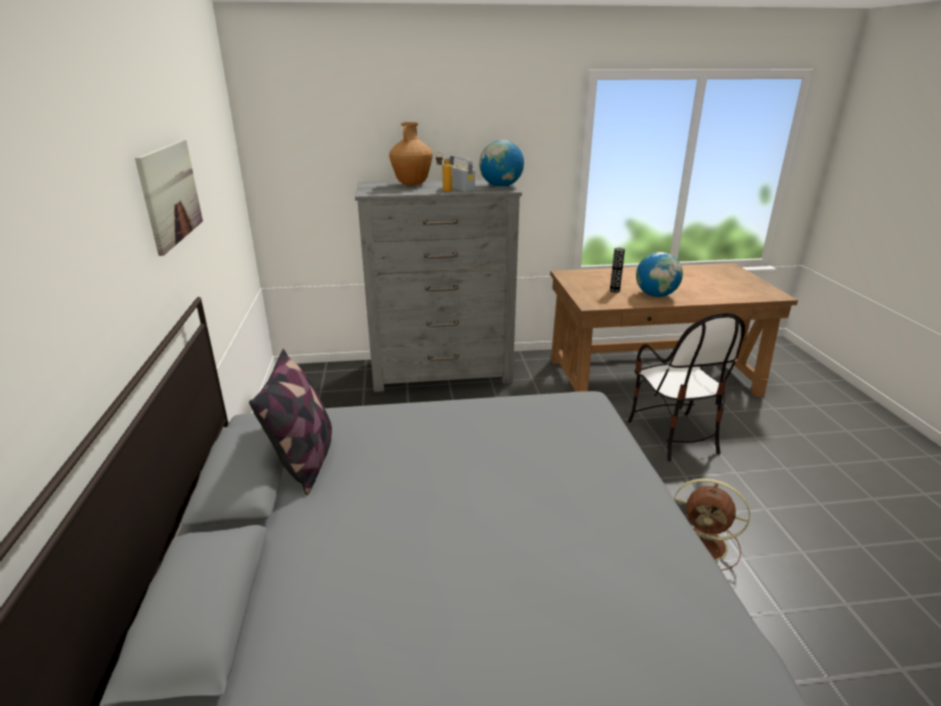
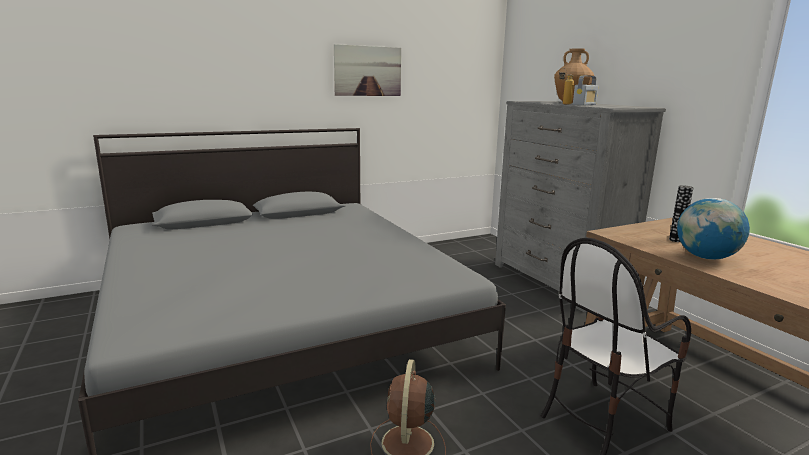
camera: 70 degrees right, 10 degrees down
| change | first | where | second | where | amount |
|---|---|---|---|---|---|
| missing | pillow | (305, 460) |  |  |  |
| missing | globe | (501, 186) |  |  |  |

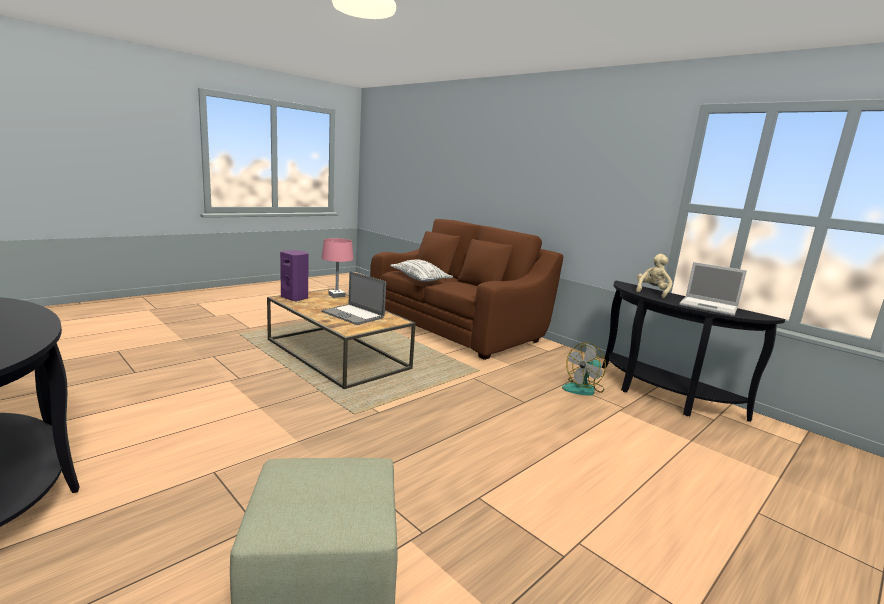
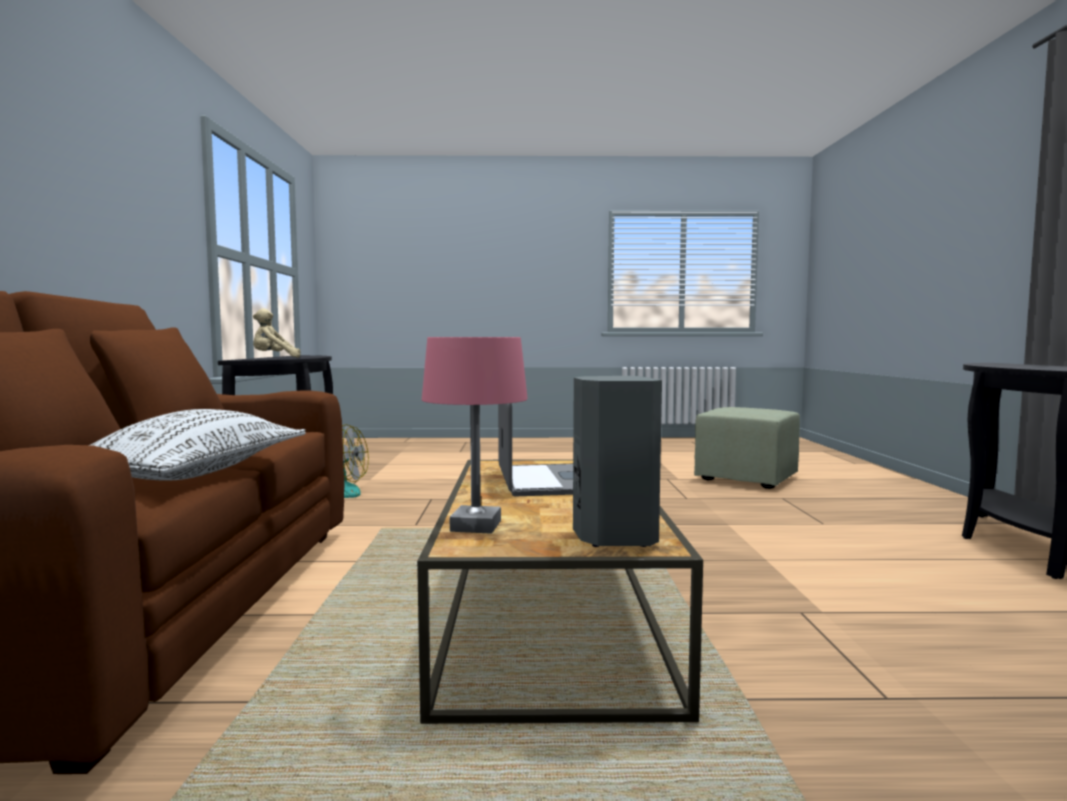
camera: 135 degrees left, 10 degrees down
| change | first | where | second | where | amount |
|---|---|---|---|---|---|
| colour | purple speaker | (295, 298) | grey speaker | (612, 537) |  |
| missing | laptop | (709, 306) |  |  |  |

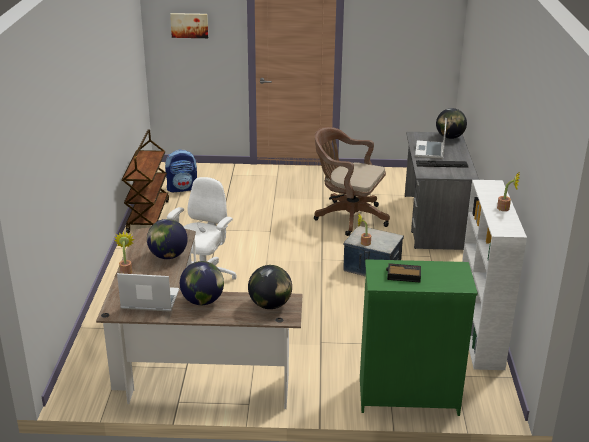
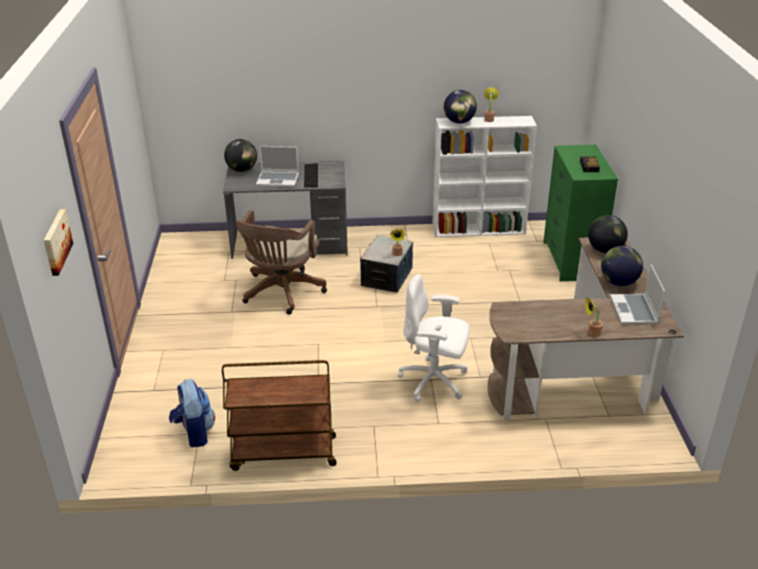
camera: 95 degrees left, 5 degrees up
| change | first | where | second | where | amount |
|---|---|---|---|---|---|
| relocated | globe | (168, 256) |  | (459, 122) |  |

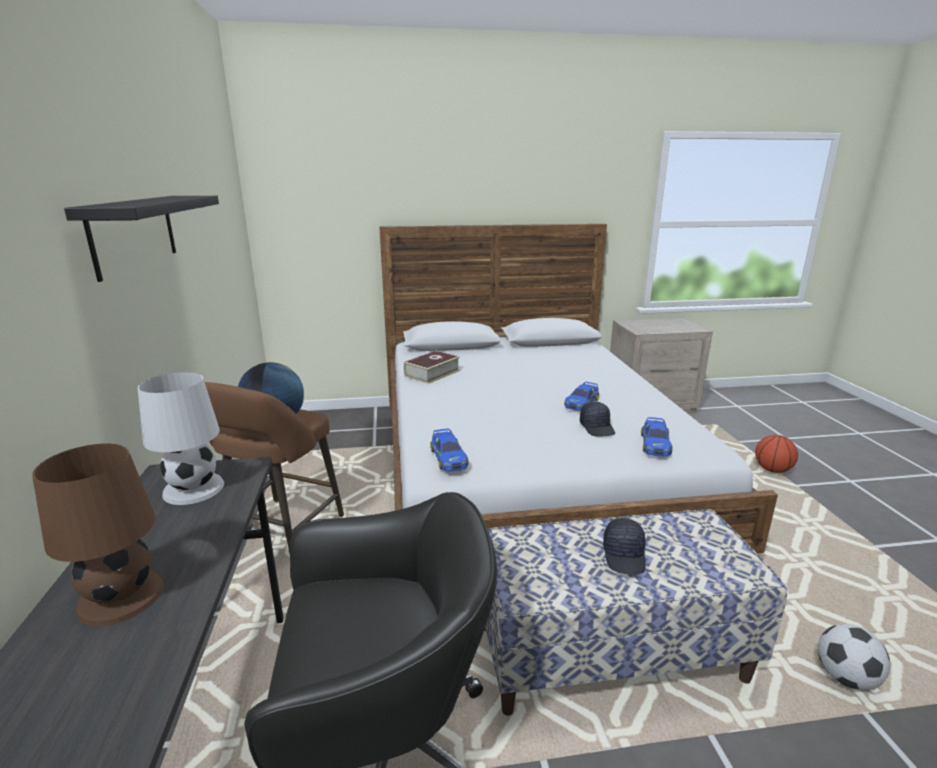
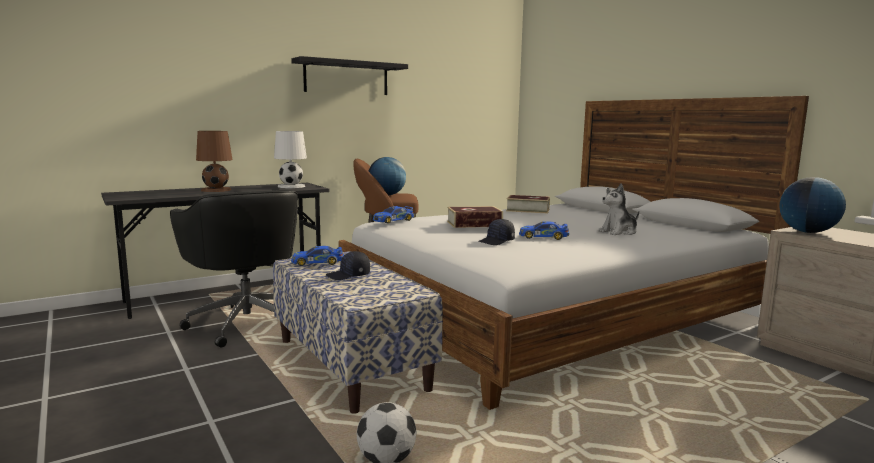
camera: 65 degrees right, 10 degrees down
| change | first | where | second | where | amount |
|---|---|---|---|---|---|
| relocated | toy car | (655, 444) |  | (317, 262) |  |
| appeared |  |  | book | (474, 224) |  |
| appeared |  |  | plush toy | (619, 232) |  |
| appeared |  |  | globe | (807, 232) |  |
| missing | basketball | (772, 470) |  |  |  |

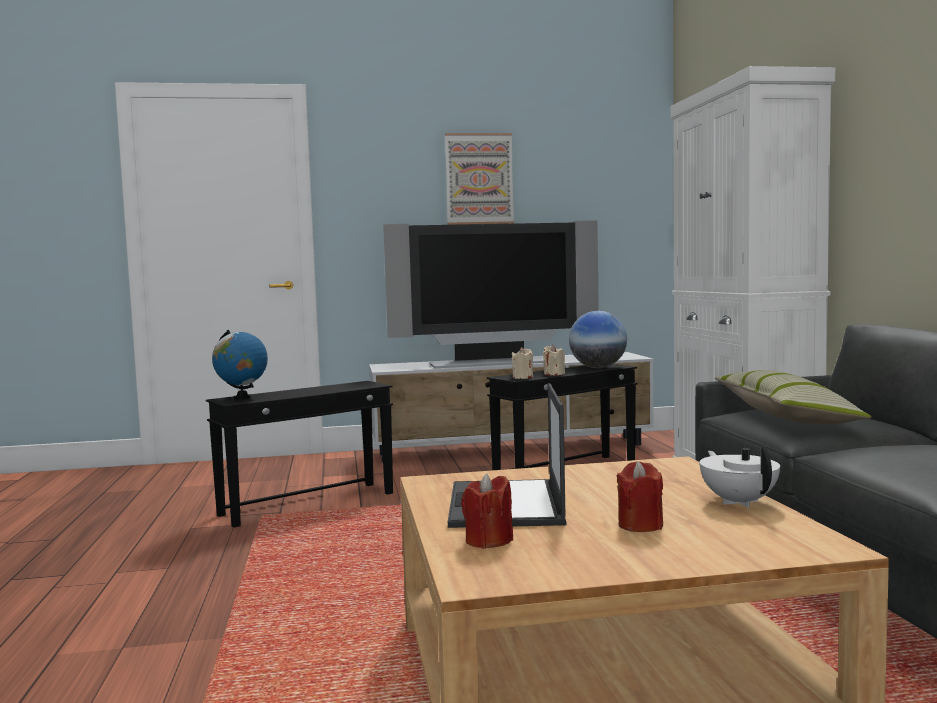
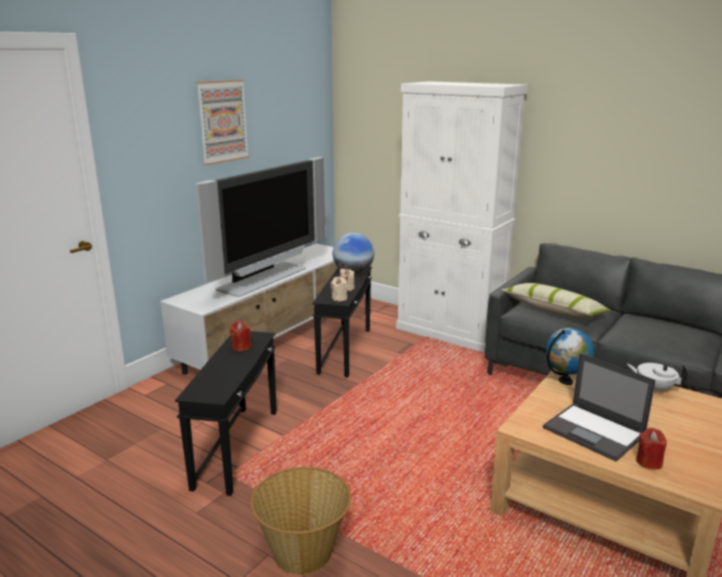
camera: 45 degrees left, 15 degrees up
| change | first | where | second | where | amount |
|---|---|---|---|---|---|
| relocated | red candle | (640, 525) |  | (241, 347) |  |
| appeared |  |  | basket | (303, 553) |  |
| relocated | globe | (242, 397) |  | (565, 381) |  |

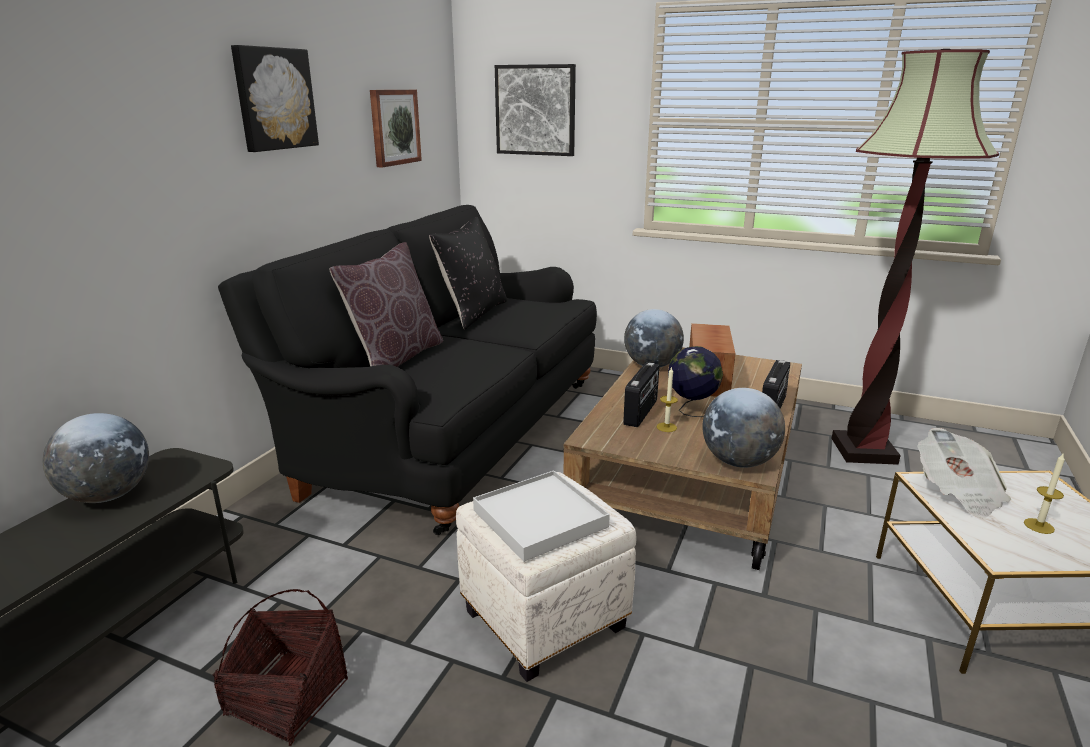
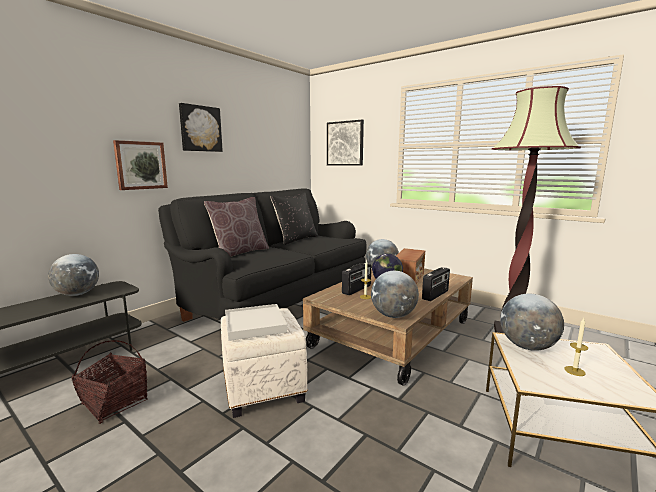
camera: 15 degrees right, 10 degrees down
| change | first | where | second | where | amount |
|---|---|---|---|---|---|
| relocated | picture | (394, 127) |  | (140, 165) |  |
| exchanged | newspaper | (958, 493) | globe | (527, 347) |  |

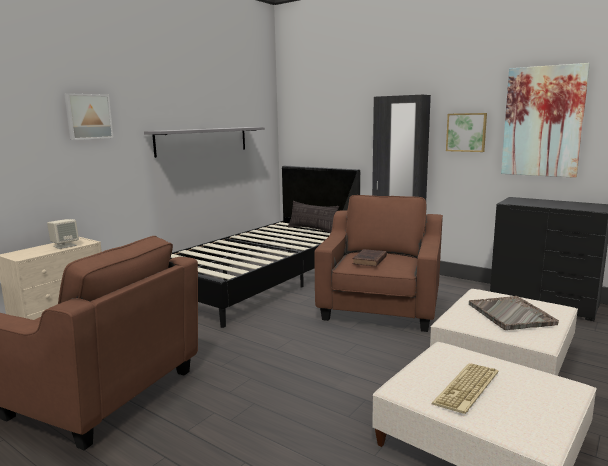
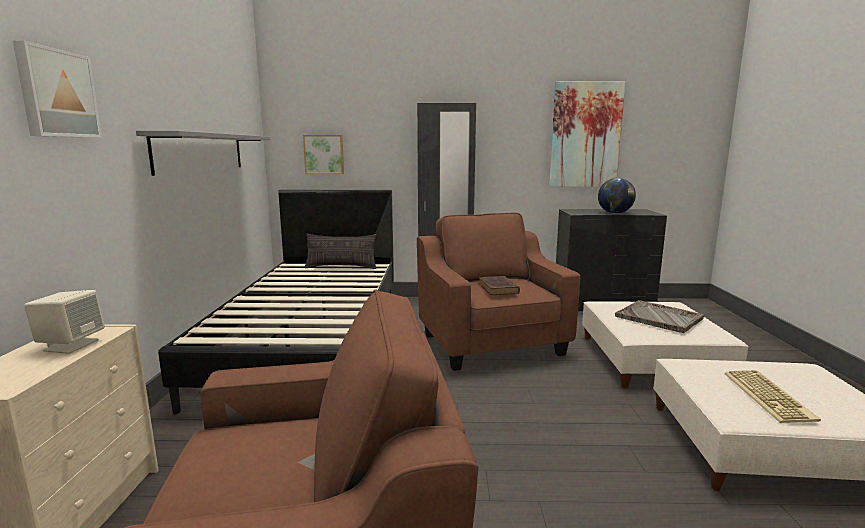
camera: 35 degrees left, 0 degrees up
| change | first | where | second | where | amount |
|---|---|---|---|---|---|
| relocated | picture | (466, 132) |  | (324, 154) |  |
| appeared |  |  | globe | (615, 213) |  |

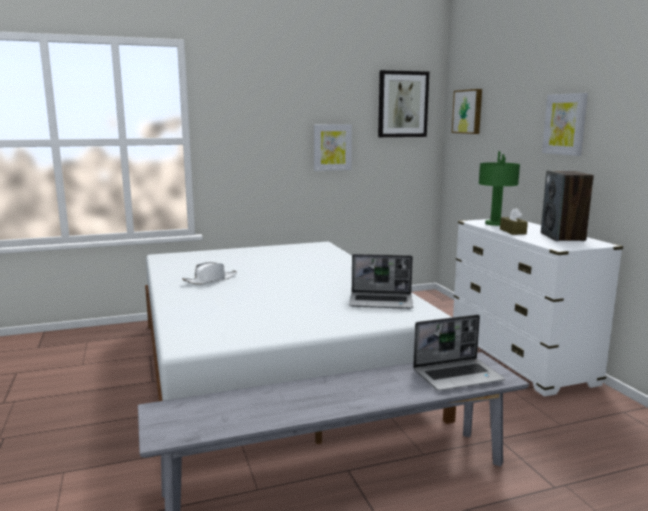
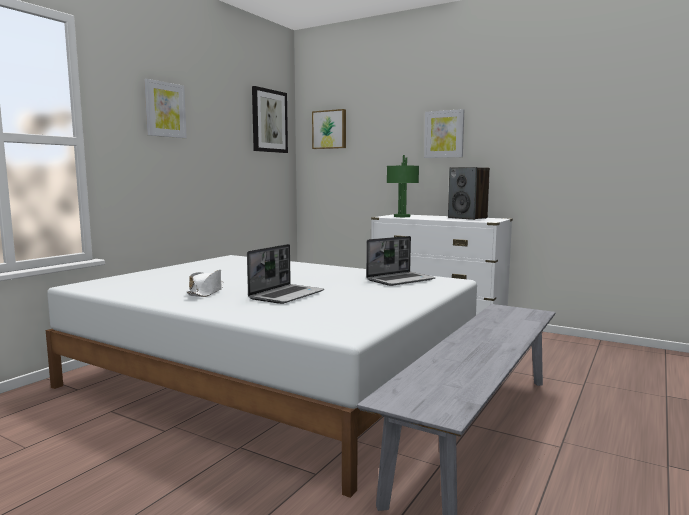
camera: 40 degrees left, 5 degrees down
| change | first | where | second | where | amount |
|---|---|---|---|---|---|
| relocated | picture | (332, 147) |  | (165, 109) |  |
| relocated | laptop | (458, 375) |  | (287, 295) |  |
| missing | brown tissue box | (512, 231) |  |  |  |

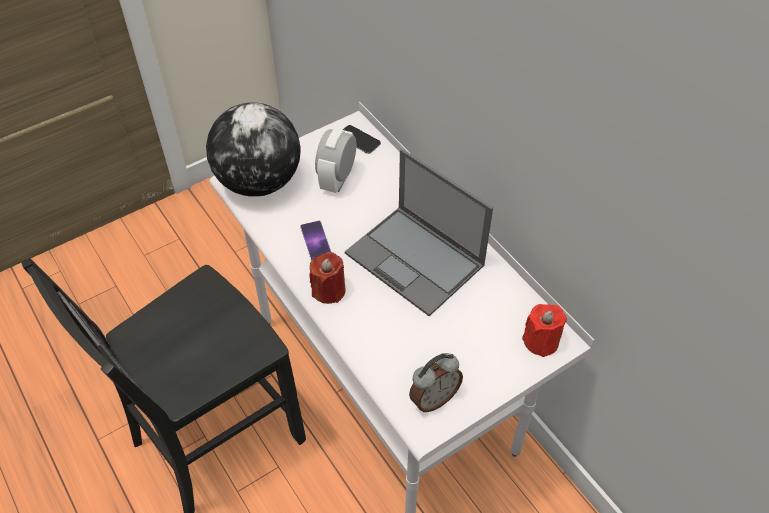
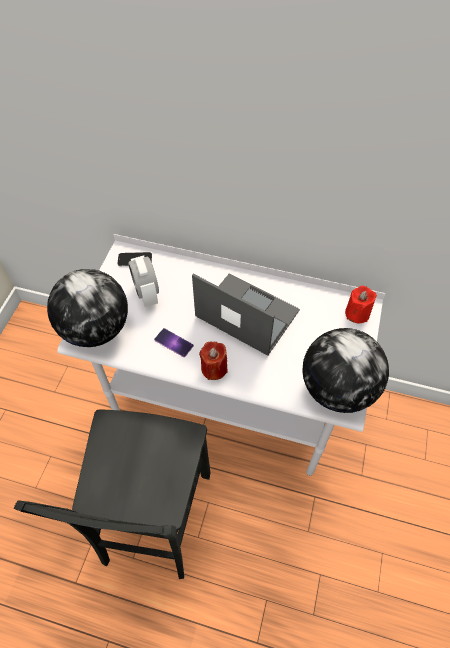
camera: 40 degrees left, 5 degrees up
| change | first | where | second | where | amount |
|---|---|---|---|---|---|
| spun | laptop | (416, 260) |  | (246, 313) | 150 degrees counterclockwise |
| exchanged | alarm clock | (433, 398) | globe | (337, 388) |  |

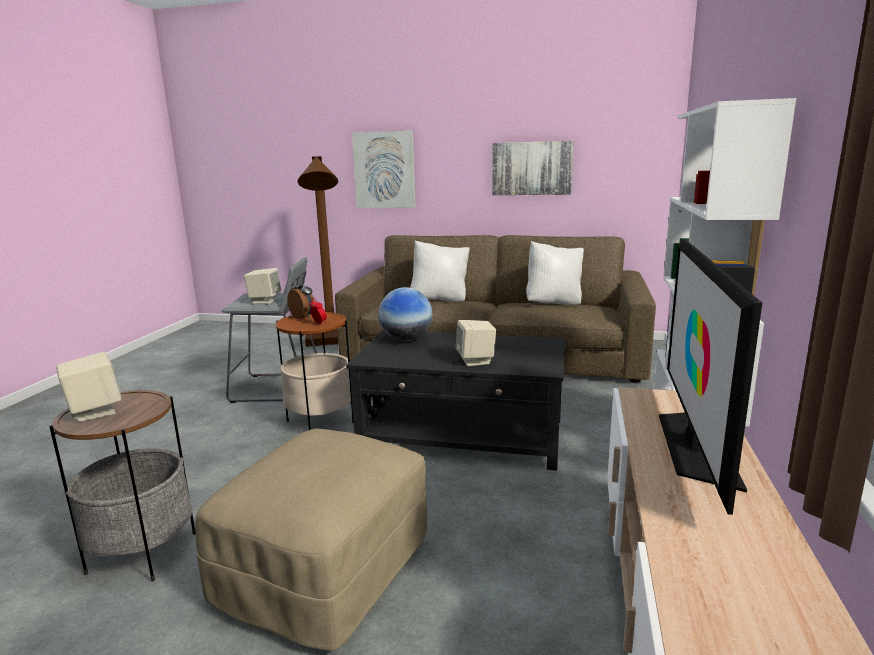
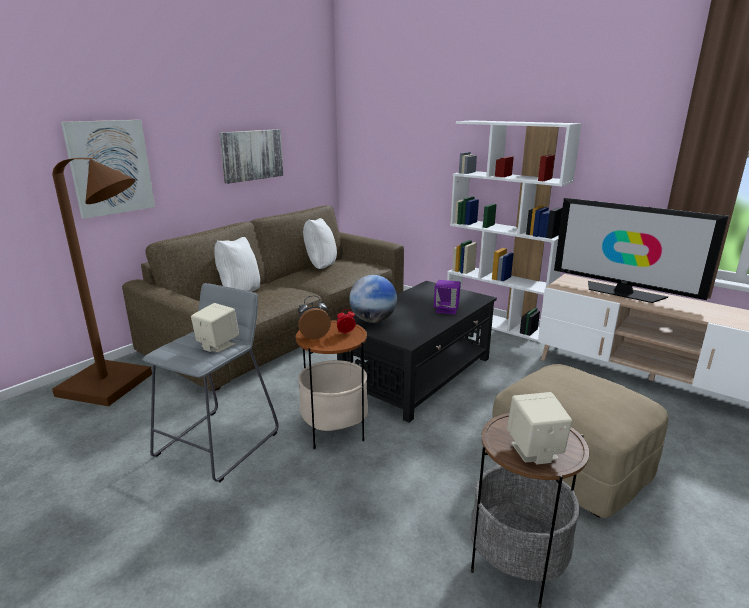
camera: 65 degrees left, 5 degrees up
| change | first | where | second | where | amount |
|---|---|---|---|---|---|
| colour | beige speaker | (476, 360) | purple speaker | (446, 310) |  |

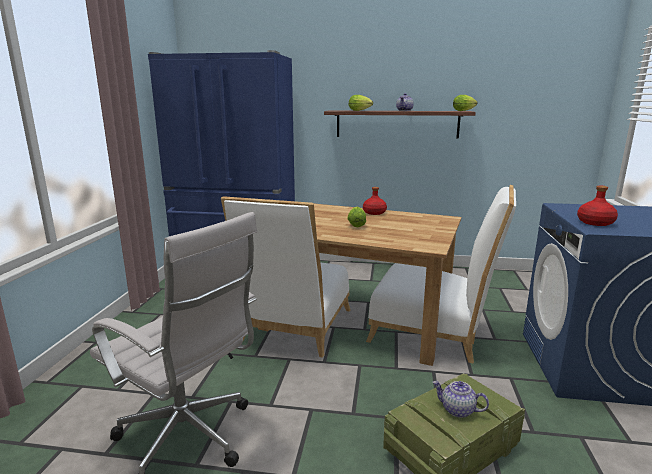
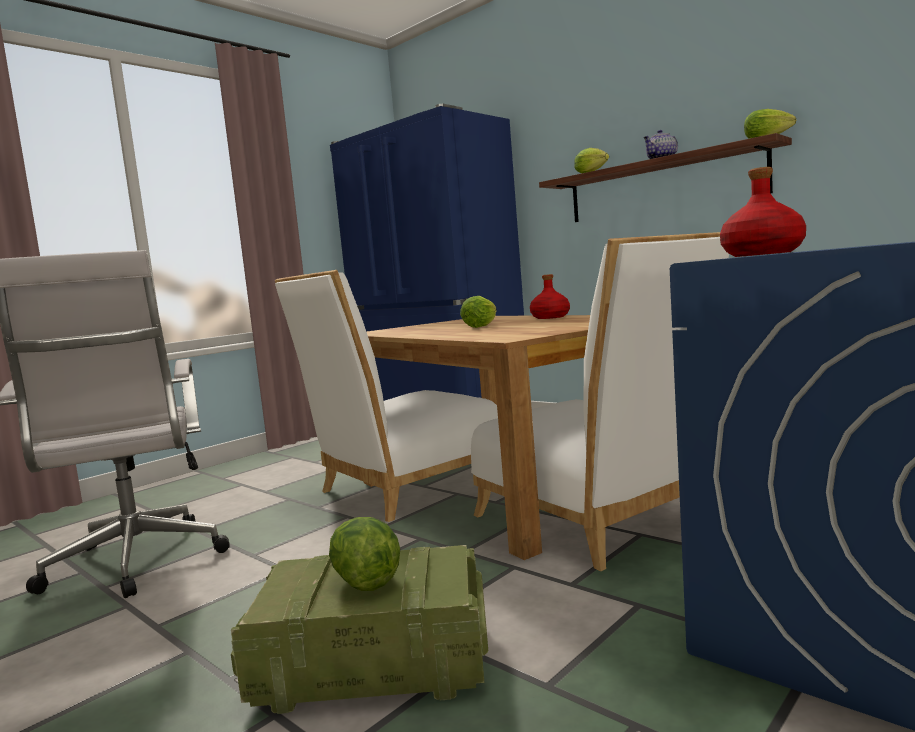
camera: 35 degrees right, 10 degrees down
| change | first | where | second | where | amount |
|---|---|---|---|---|---|
| exchanged | teapot | (457, 410) | lettuce | (365, 580) |  |

